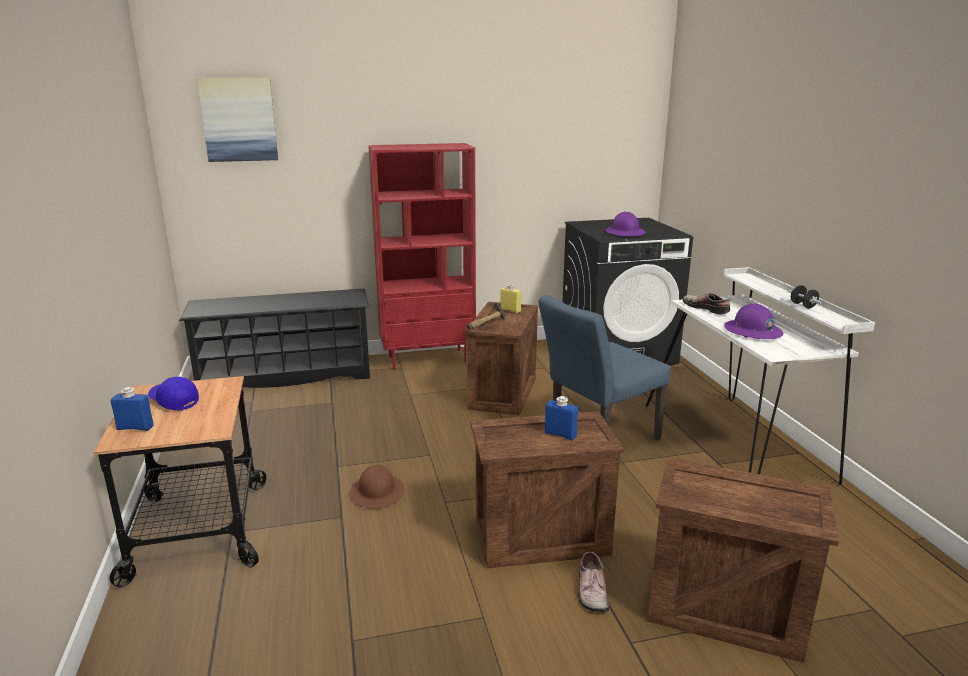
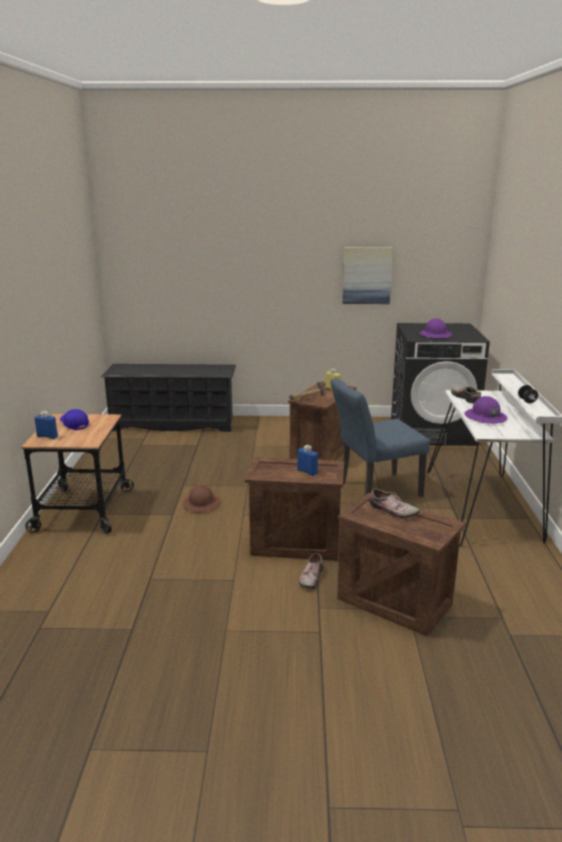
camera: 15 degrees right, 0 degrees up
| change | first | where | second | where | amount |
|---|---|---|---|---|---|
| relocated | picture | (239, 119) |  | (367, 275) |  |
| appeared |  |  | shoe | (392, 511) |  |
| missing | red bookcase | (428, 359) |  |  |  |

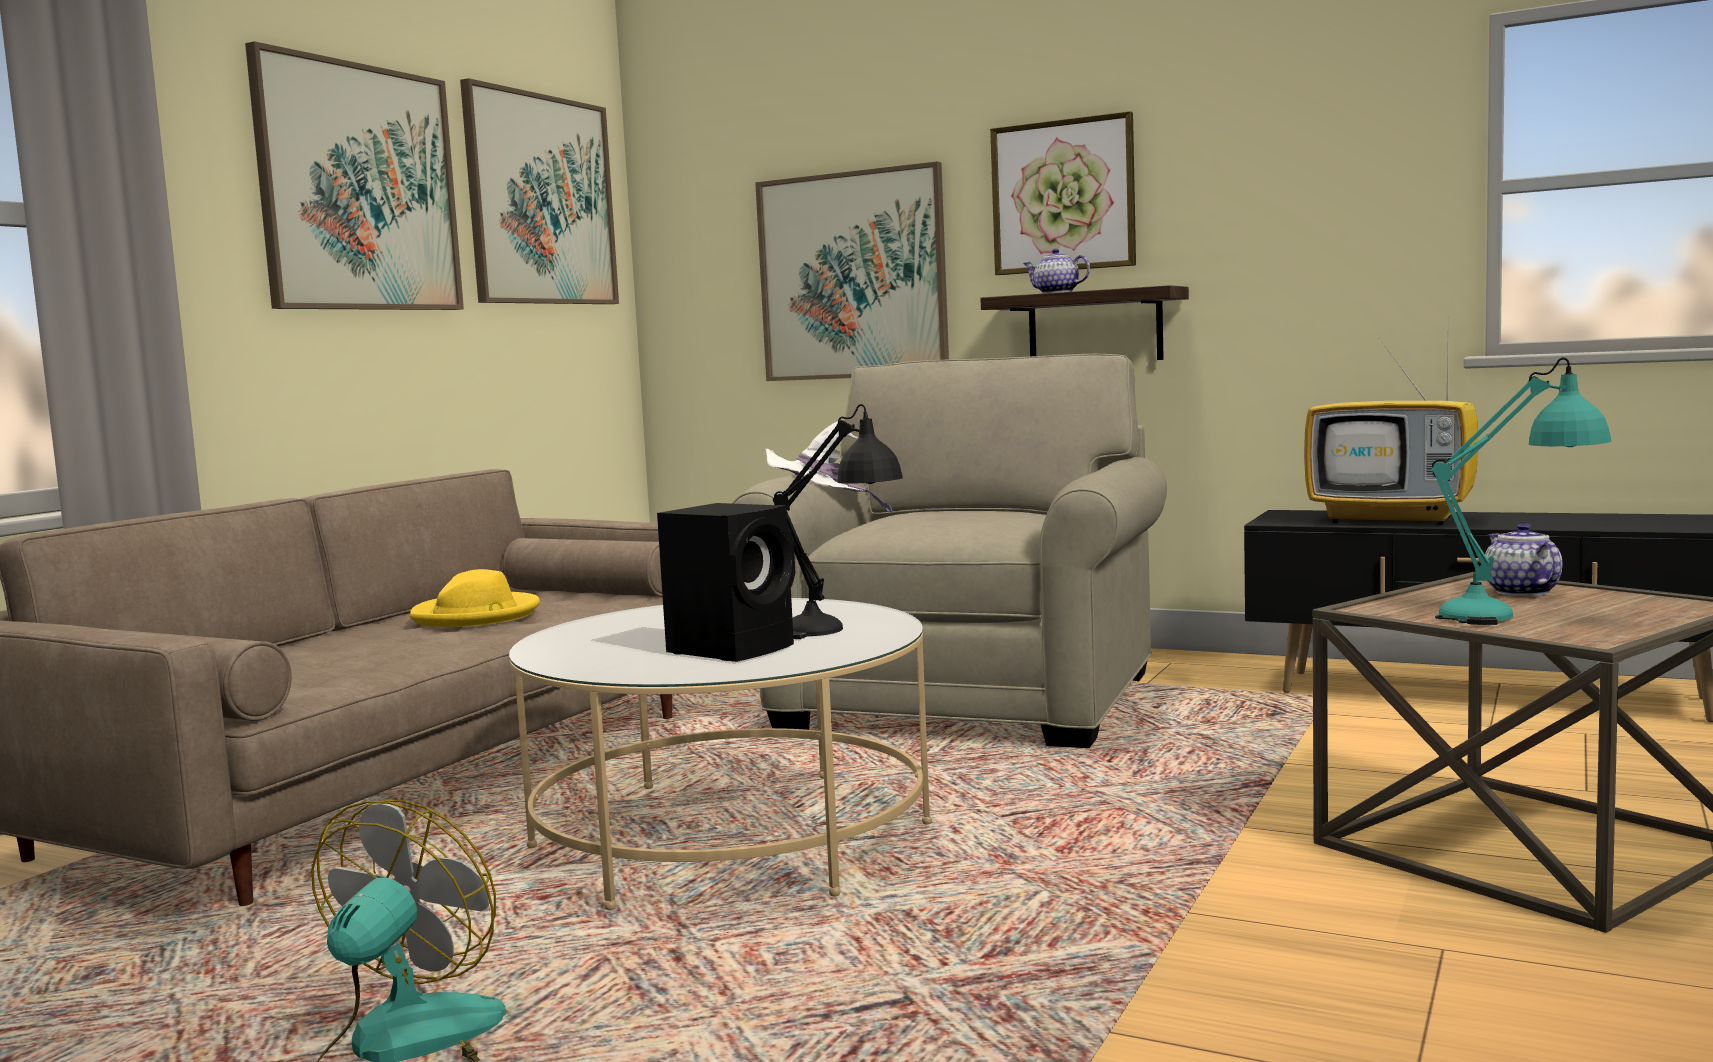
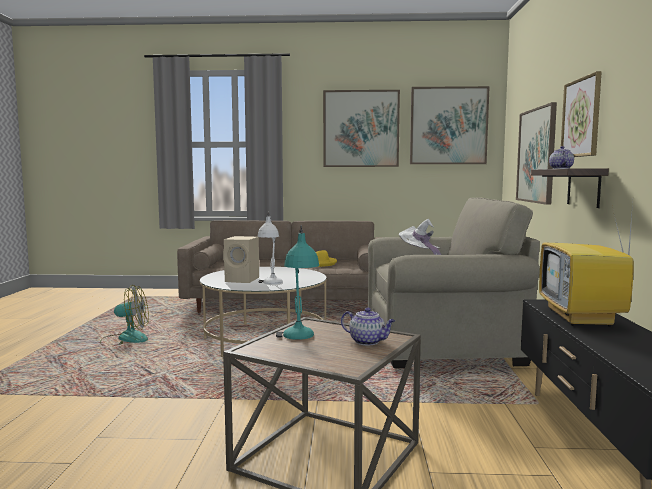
camera: 65 degrees right, 0 degrees up
| change | first | where | second | where | amount |
|---|---|---|---|---|---|
| colour | black speaker | (734, 649) | beige speaker | (243, 280) |  |
| colour | black table lamp | (841, 632) | white table lamp | (270, 284) |  |
| spun | teapot | (1520, 592) |  | (368, 342) | 60 degrees clockwise |

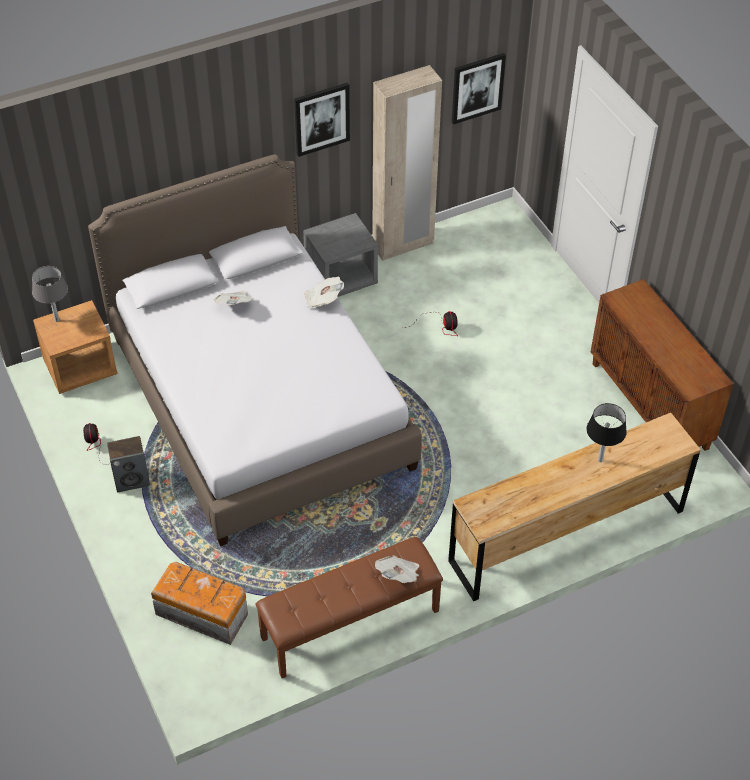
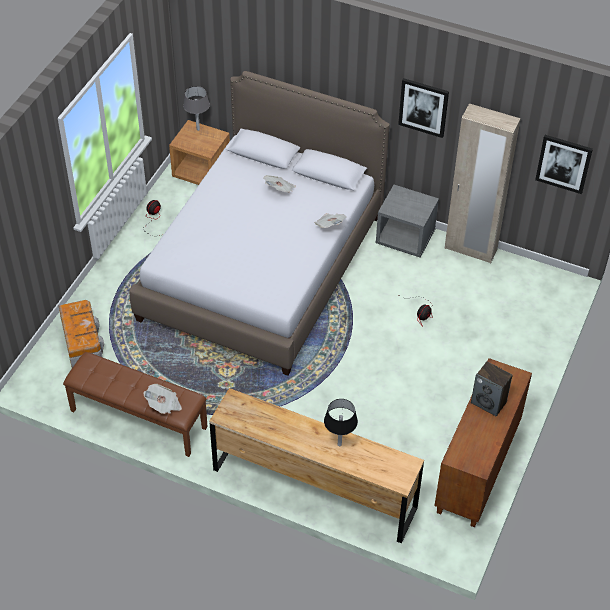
camera: 50 degrees right, 0 degrees up
| change | first | where | second | where | amount |
|---|---|---|---|---|---|
| relocated | speaker | (132, 479) |  | (489, 402) |  |

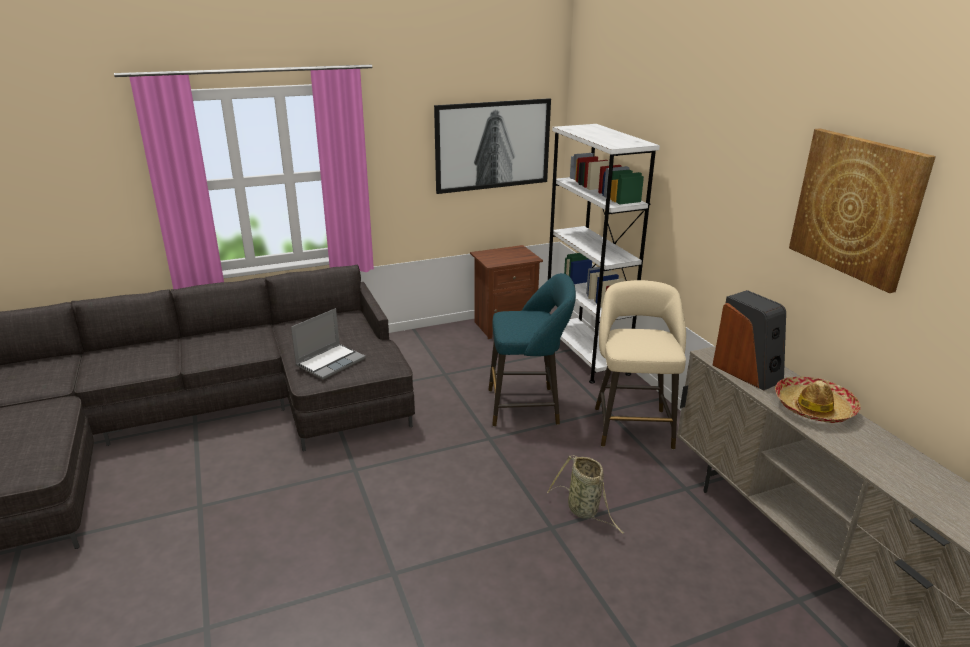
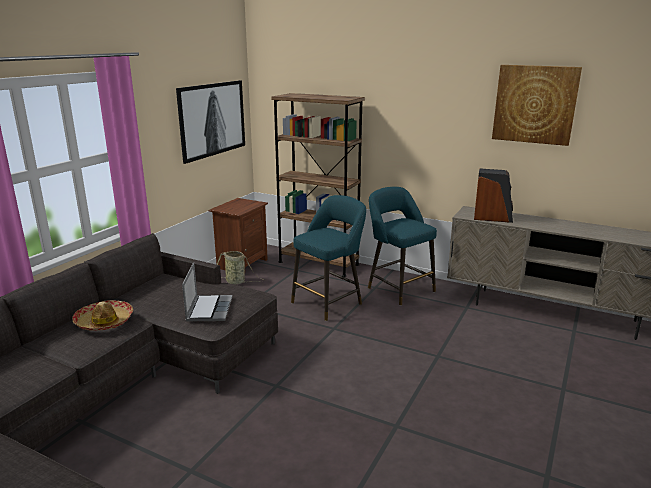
camera: 40 degrees left, 5 degrees down
| change | first | where | second | where | amount |
|---|---|---|---|---|---|
| relocated | hat | (813, 407) |  | (104, 322) |  |
| relocated | basket | (585, 511) |  | (237, 282) |  |
| colour | white bookcase | (585, 355) | brown bookcase | (318, 263) |  |
| colour | beige stool | (632, 425) | turquoise stool | (398, 289) |  |

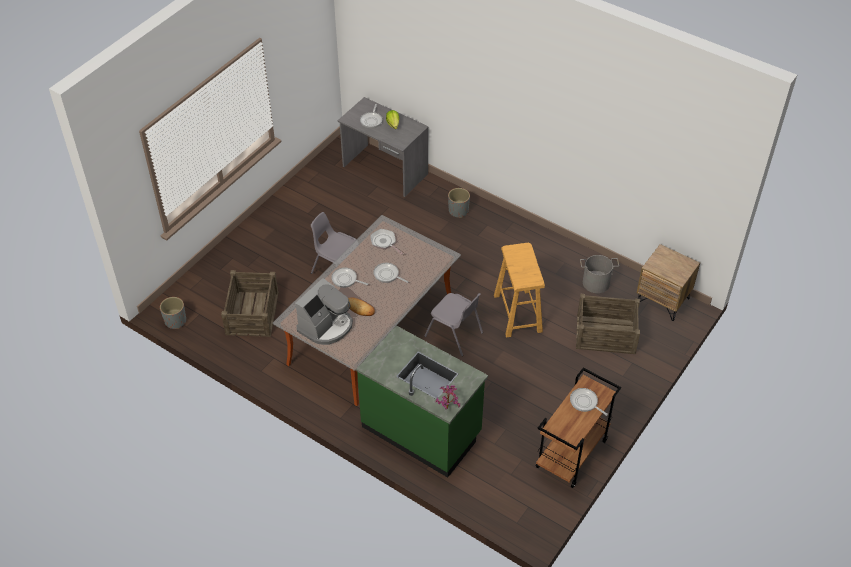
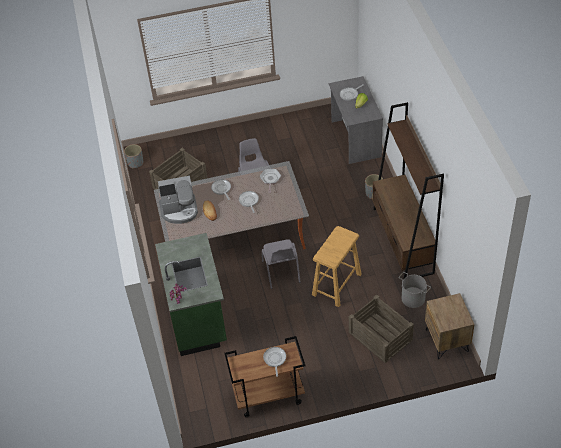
camera: 45 degrees right, 0 degrees up
| change | first | where | second | where | amount |
|---|---|---|---|---|---|
| appeared |  |  | brown bookcase | (403, 241) |  |

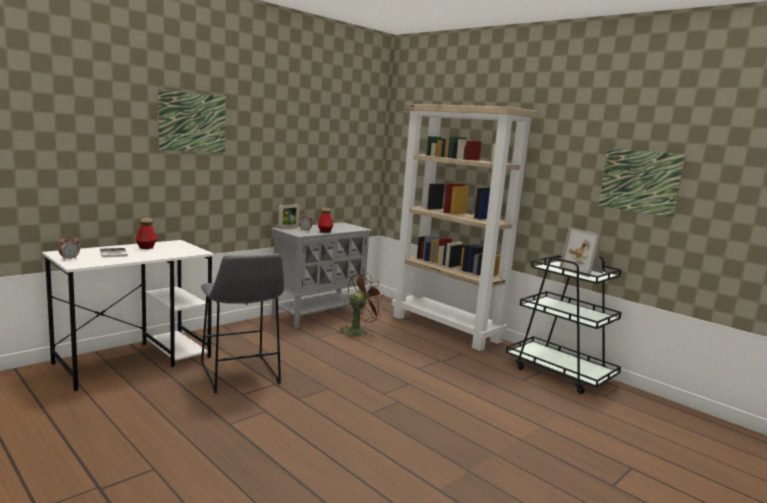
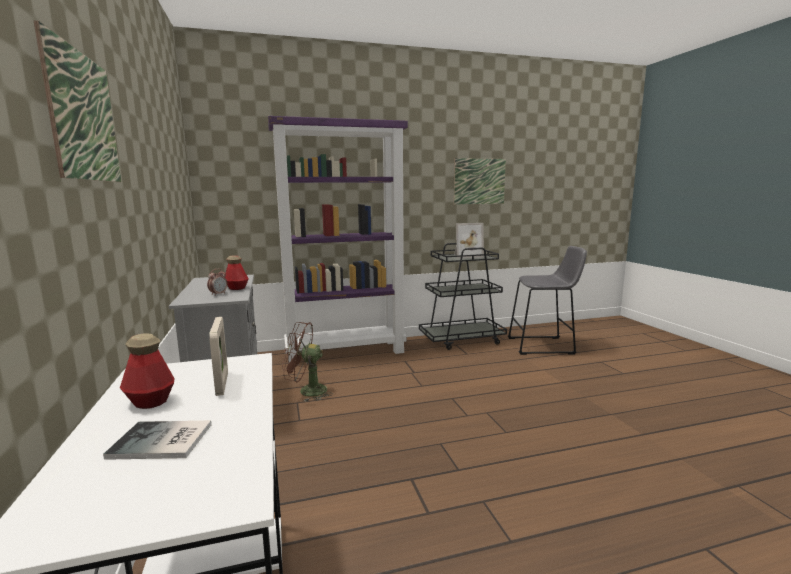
camera: 60 degrees left, 0 degrees up
| change | first | where | second | where | amount |
|---|---|---|---|---|---|
| relocated | picture frame | (288, 228) |  | (222, 384) |  |
| colour | beige bookcase | (446, 329) | purple bookcase | (346, 352) |  |
| spun | brown fan | (359, 331) |  | (307, 391) | 75 degrees counterclockwise |
| relocated | grey stool | (240, 375) |  | (544, 346) |  |
| missing | alarm clock | (69, 259) |  |  |  |

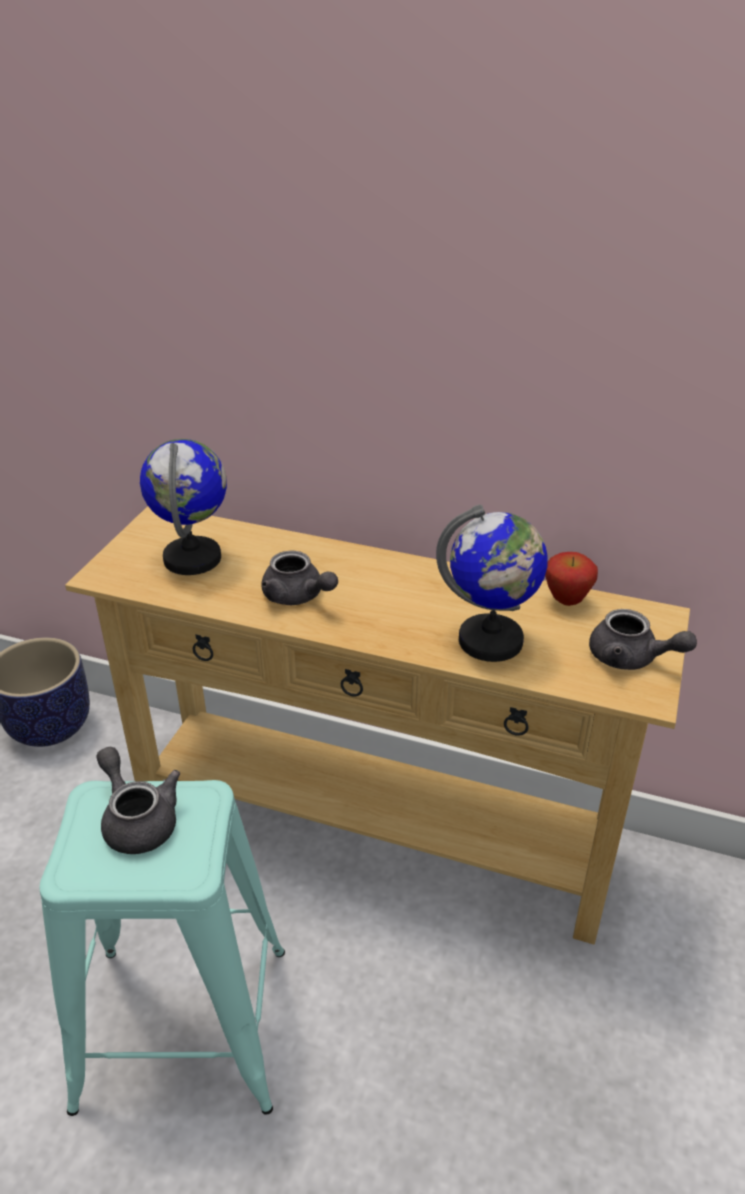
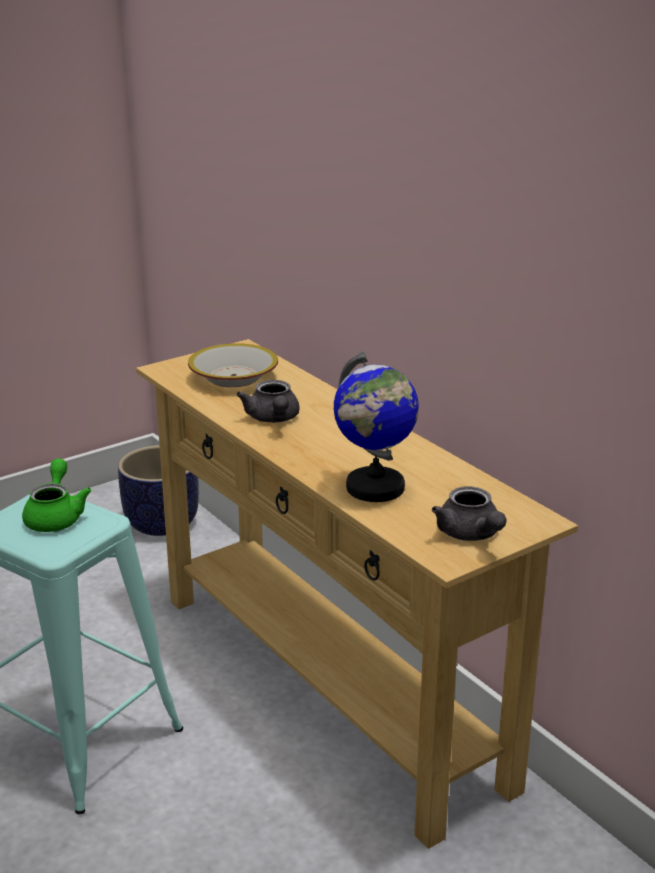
camera: 35 degrees right, 10 degrees down
| change | first | where | second | where | amount |
|---|---|---|---|---|---|
| colour | grey teapot | (137, 819) | green teapot | (56, 516) |  |
| exchanged | globe | (193, 558) | bowl | (233, 377) |  |
| missing | apple | (566, 601) |  |  |  |

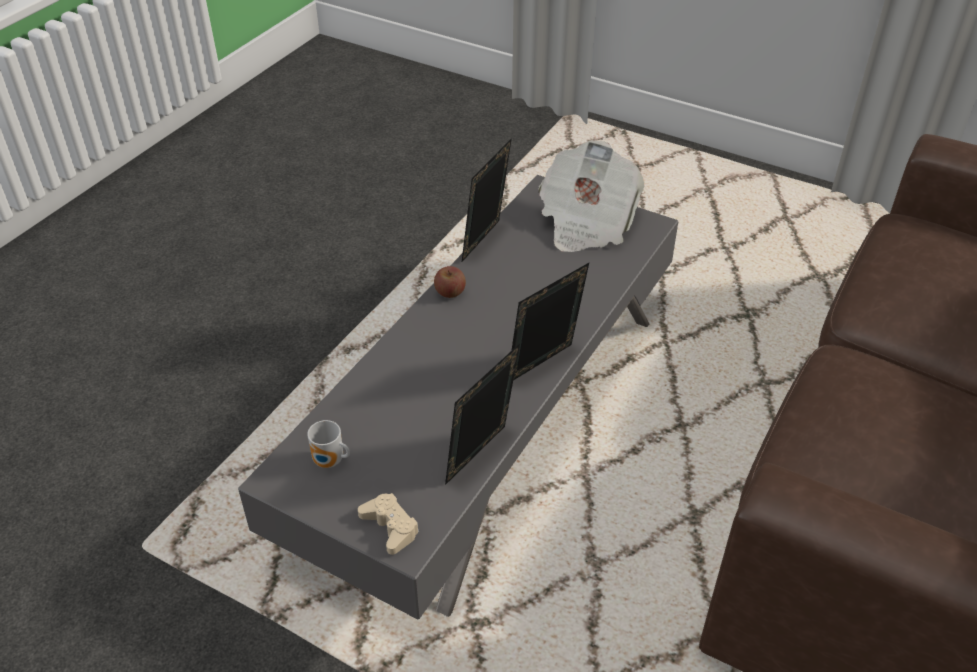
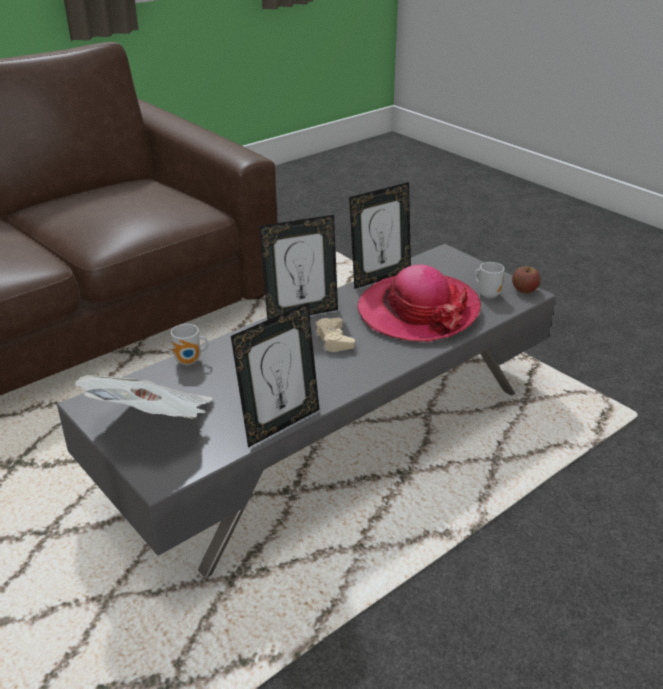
camera: 160 degrees left, 10 degrees down
| change | first | where | second | where | amount |
|---|---|---|---|---|---|
| appeared |  |  | mug | (190, 361) |  |
| relocated | beige game controller | (390, 527) |  | (333, 340) |  |
| appeared |  |  | hat | (417, 311) |  |
| relocated | apple | (450, 292) |  | (524, 289) |  |

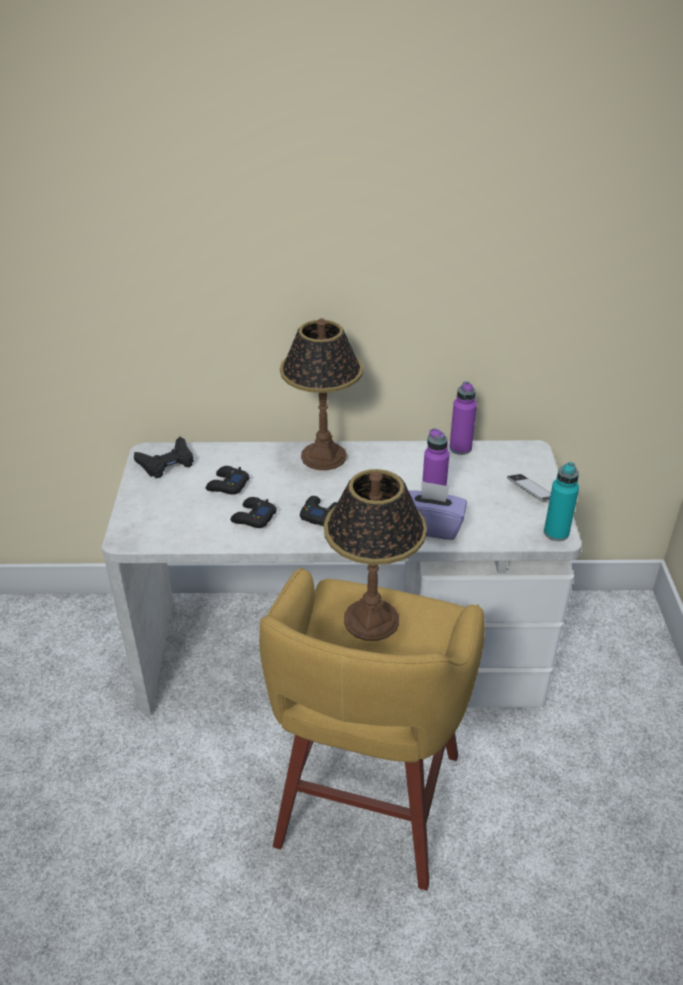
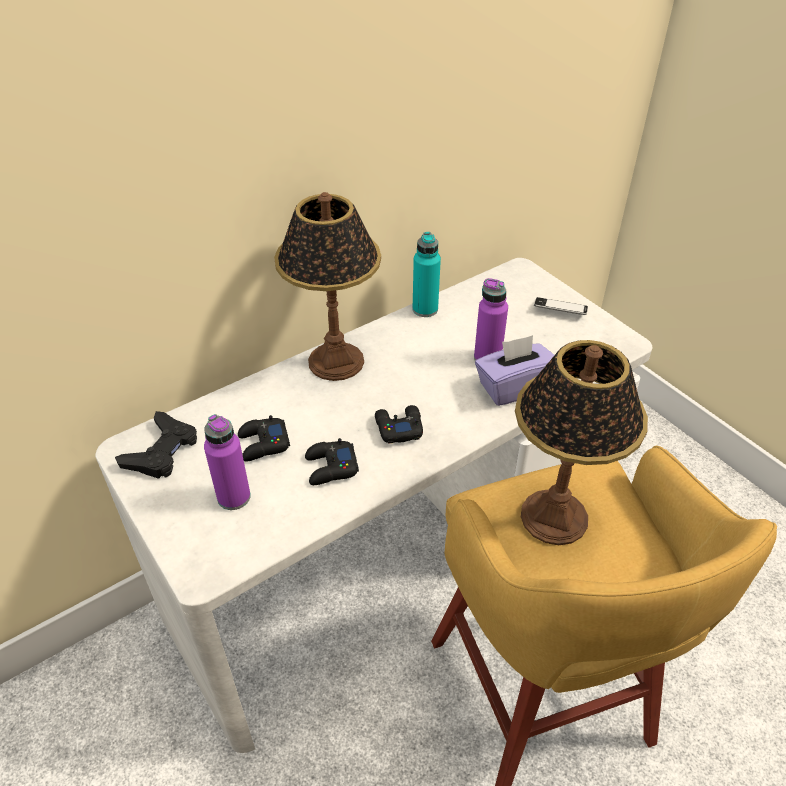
camera: 35 degrees left, 5 degrees up
| change | first | where | second | where | amount |
|---|---|---|---|---|---|
| relocated | purple bottle | (460, 448) |  | (234, 497) |  |
| relocated | turquoise bottle | (556, 533) |  | (425, 309) |  |

